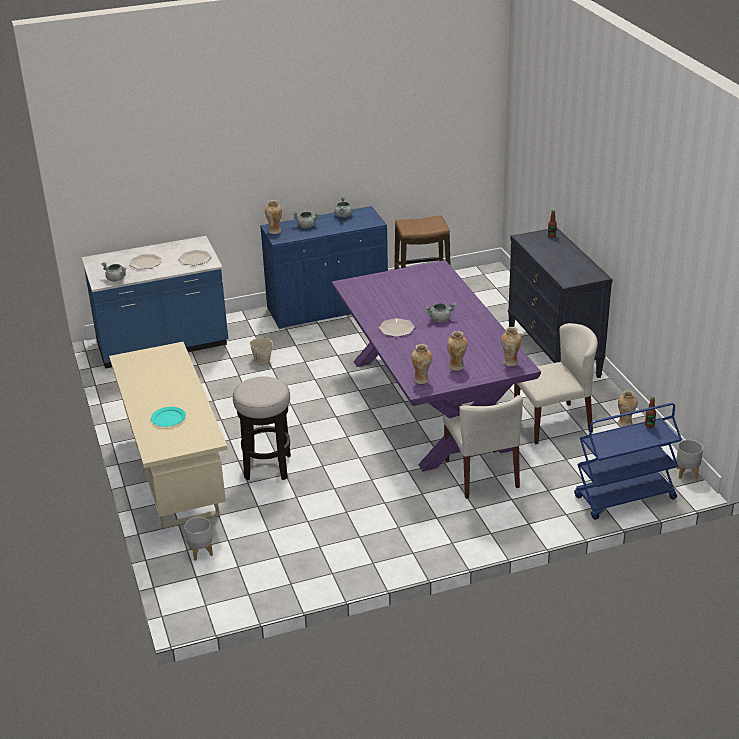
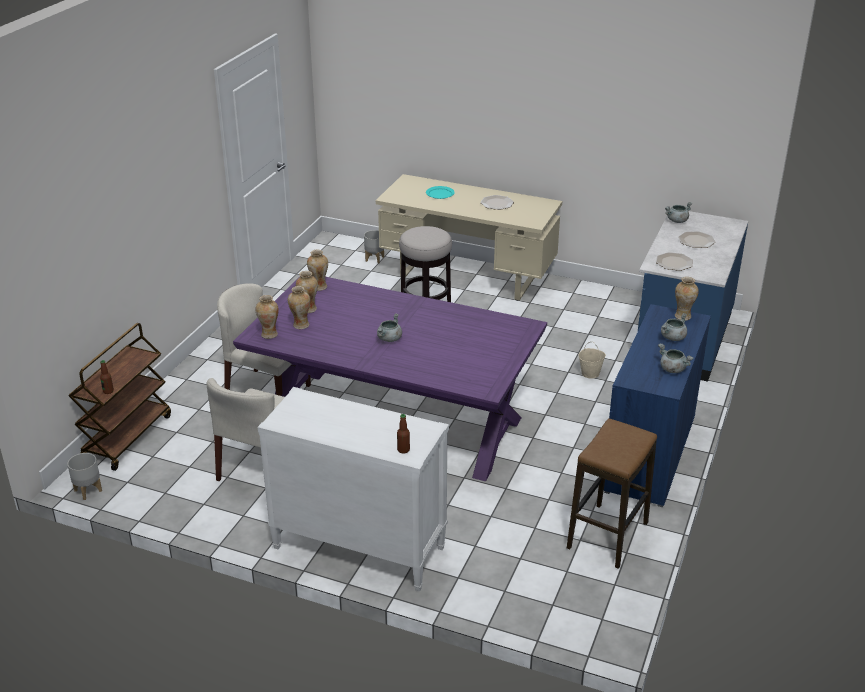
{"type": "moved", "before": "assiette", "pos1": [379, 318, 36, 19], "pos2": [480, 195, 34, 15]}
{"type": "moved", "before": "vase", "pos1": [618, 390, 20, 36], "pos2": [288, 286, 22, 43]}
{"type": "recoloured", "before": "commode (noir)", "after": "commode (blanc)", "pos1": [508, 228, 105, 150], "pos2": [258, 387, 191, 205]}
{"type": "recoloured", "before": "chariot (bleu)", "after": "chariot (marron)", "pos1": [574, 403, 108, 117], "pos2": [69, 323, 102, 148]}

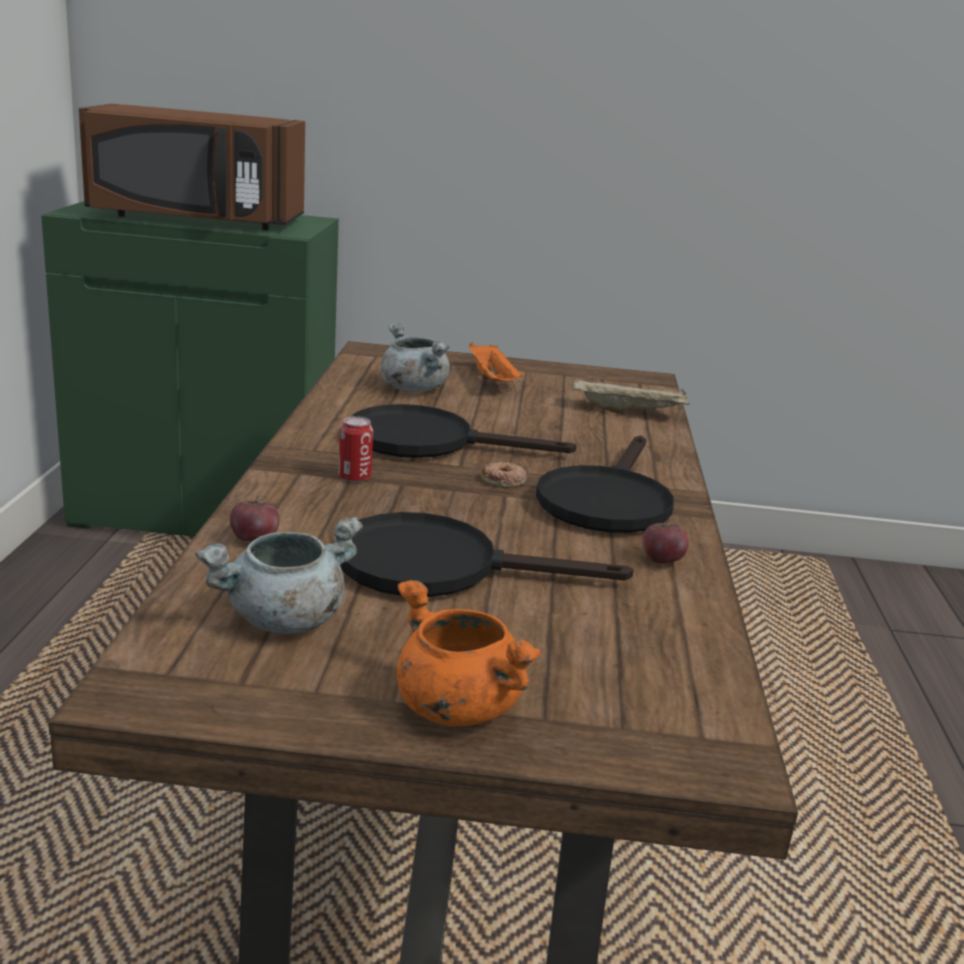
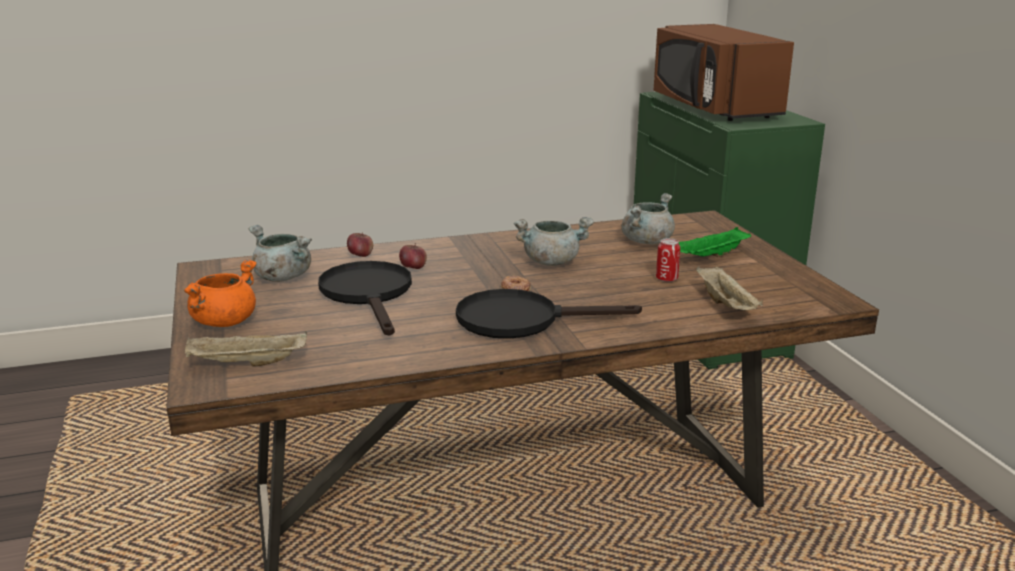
{"type": "added", "after": "plateau (beige)", "pos2": [185, 332, 122, 34]}
{"type": "moved", "before": "boîte métallique", "pos1": [338, 416, 35, 66], "pos2": [656, 238, 24, 44]}
{"type": "moved", "before": "pomme", "pos1": [642, 518, 47, 46], "pos2": [399, 243, 28, 26]}
{"type": "replaced", "before": "poêle (noir)", "after": "marmite (gris)", "pos1": [351, 404, 226, 54], "pos2": [514, 217, 80, 49]}
{"type": "recoloured", "before": "plateau (orange)", "after": "plateau (vert)", "pos1": [469, 342, 54, 39], "pos2": [679, 227, 72, 30]}

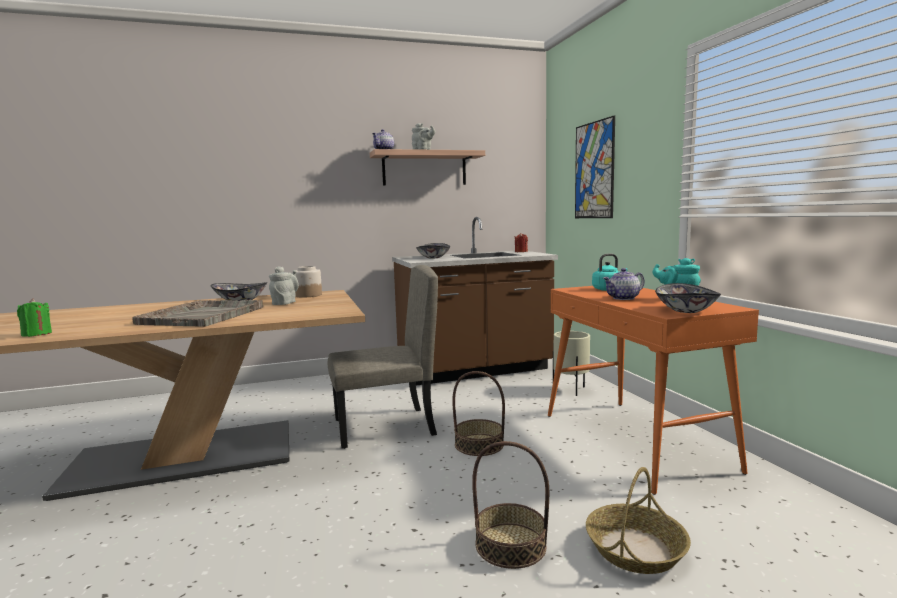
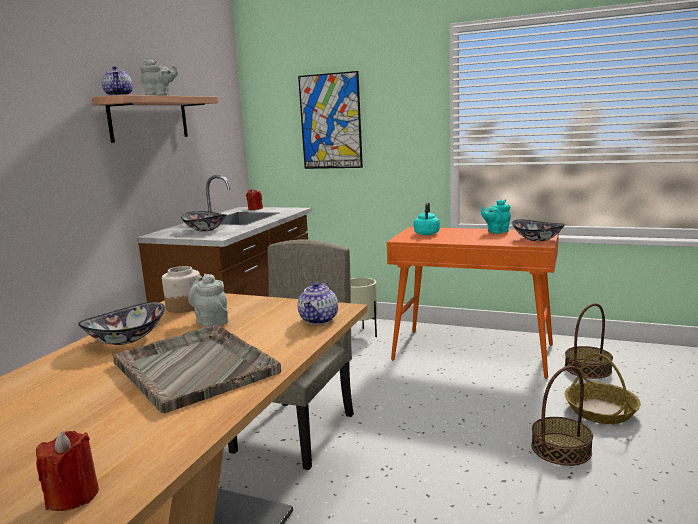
{"type": "moved", "before": "panier", "pos1": [452, 371, 53, 85], "pos2": [565, 303, 48, 76]}
{"type": "moved", "before": "théière", "pos1": [603, 268, 42, 32], "pos2": [298, 282, 40, 42]}
{"type": "recoloured", "before": "bougie (vert)", "after": "bougie (rouge)", "pos1": [17, 299, 35, 38], "pos2": [36, 431, 63, 80]}

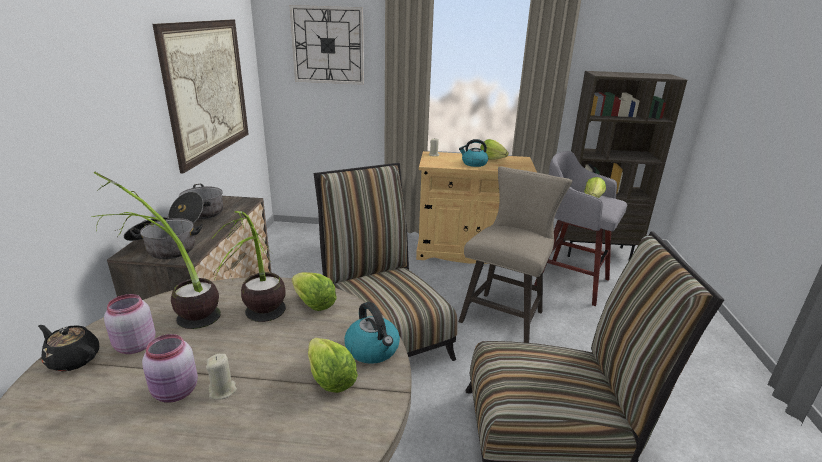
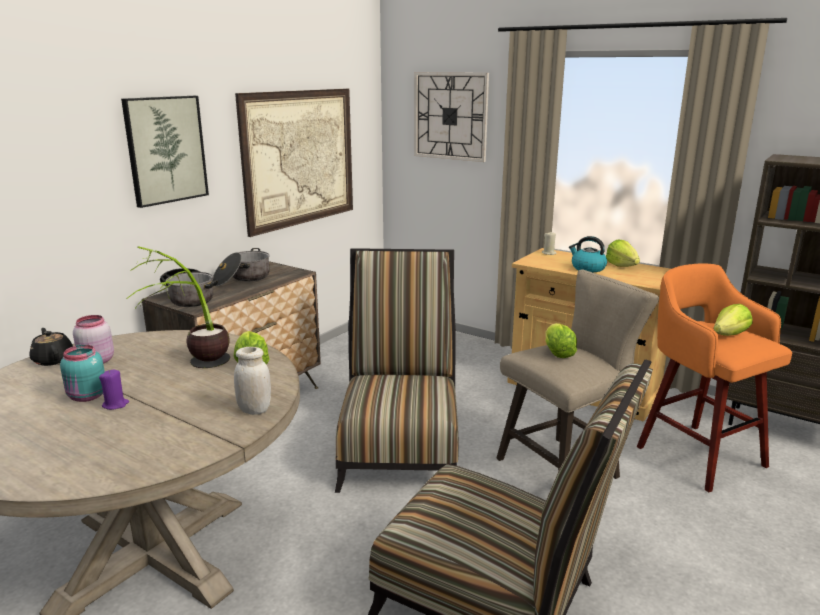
{"type": "removed", "before": "plante en pot", "pos1": [91, 172, 130, 157]}
{"type": "added", "after": "tableau", "pos2": [121, 96, 88, 112]}
{"type": "moved", "before": "laitue", "pos1": [308, 338, 50, 55], "pos2": [545, 323, 32, 35]}
{"type": "replaced", "before": "bouilloire", "after": "bocal (blanc)", "pos1": [344, 302, 56, 62], "pos2": [234, 347, 37, 68]}
{"type": "recoloured", "before": "bocal (rose)", "after": "bocal (turquoise)", "pos1": [142, 334, 56, 69], "pos2": [60, 345, 45, 57]}
{"type": "recoloured", "before": "bougie (beige)", "after": "bougie (violet)", "pos1": [206, 354, 31, 46], "pos2": [99, 370, 30, 40]}
{"type": "recoloured", "before": "tabouret (gris)", "after": "tabouret (orange)", "pos1": [534, 151, 93, 155], "pos2": [637, 263, 156, 229]}

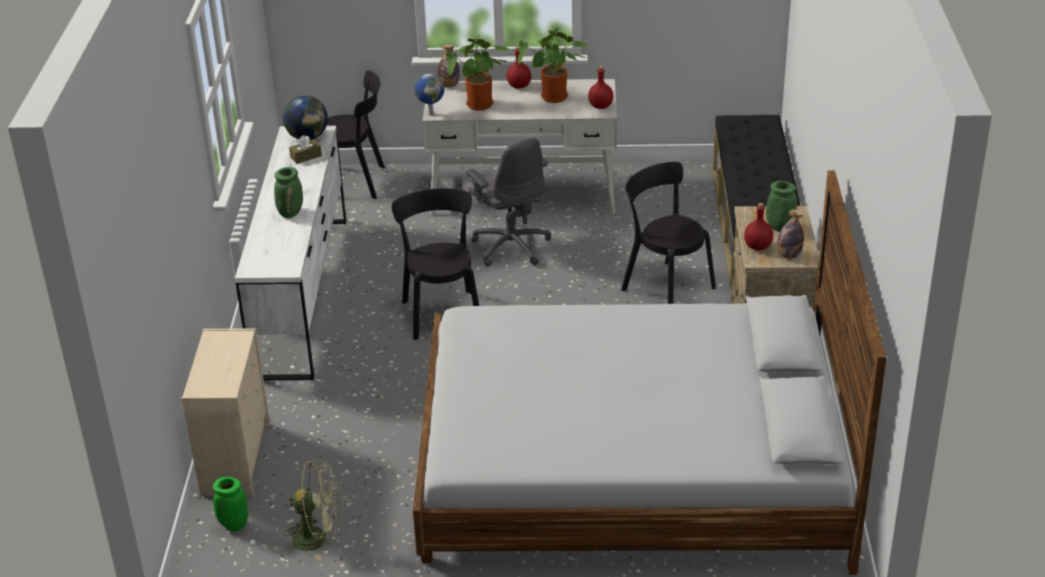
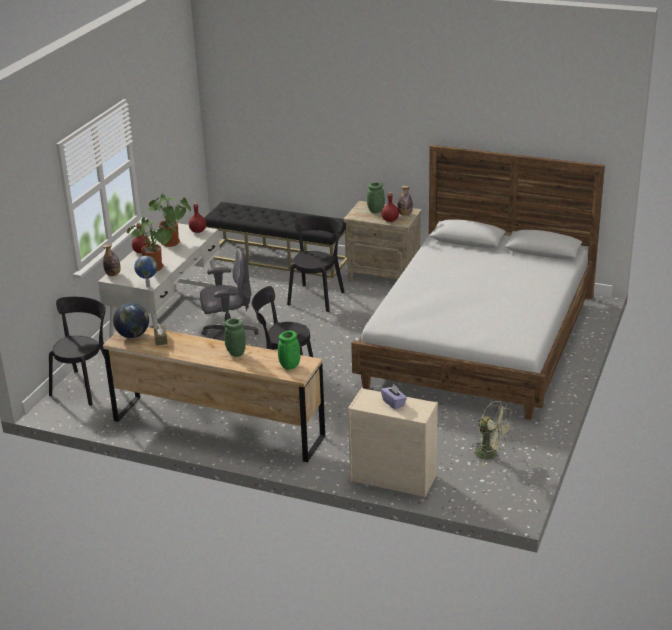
{"type": "added", "after": "boîte à mouchoirs (violet)", "pos2": [381, 384, 26, 25]}
{"type": "moved", "before": "vase (vert)", "pos1": [213, 477, 35, 54], "pos2": [278, 331, 22, 39]}
{"type": "recoloured", "before": "commode (blanc)", "after": "commode (marron)", "pos1": [235, 126, 111, 255], "pos2": [103, 327, 222, 135]}
{"type": "turned", "before": "ventilateur (vert)", "pos1": [283, 460, 57, 101], "pos2": [472, 401, 42, 65], "turn": 105}
{"type": "turned", "before": "chaise (noir)", "pos1": [621, 162, 95, 142], "pos2": [287, 216, 57, 96], "turn": 135}

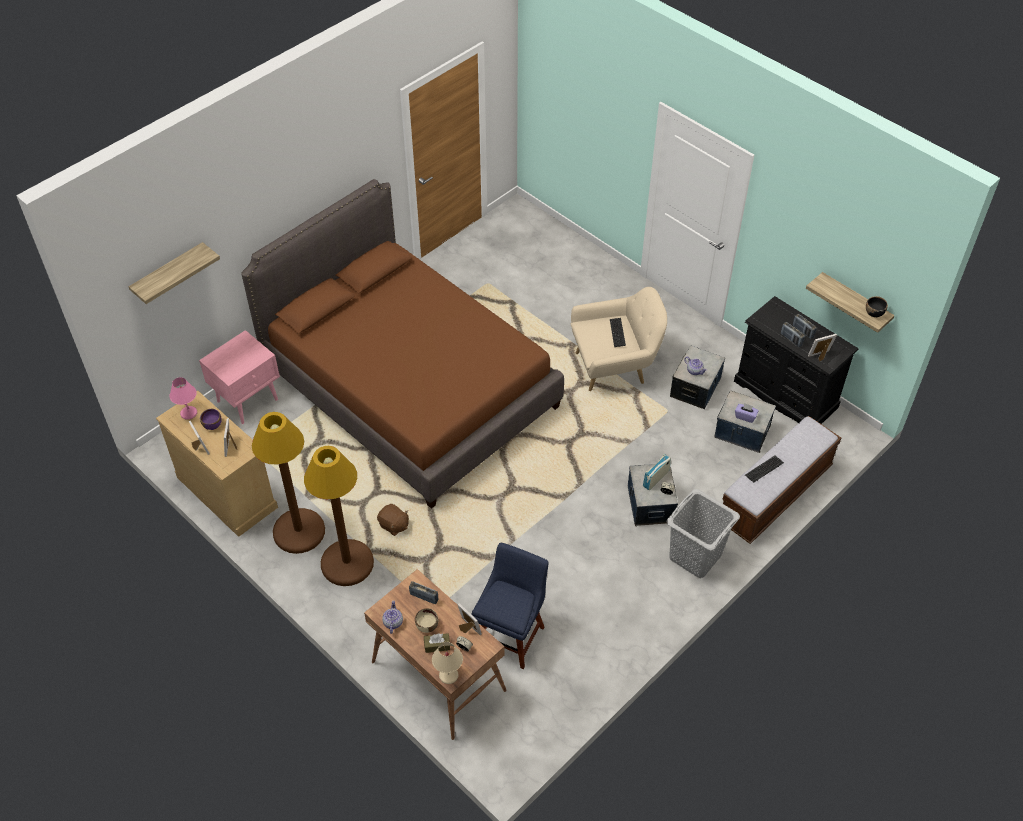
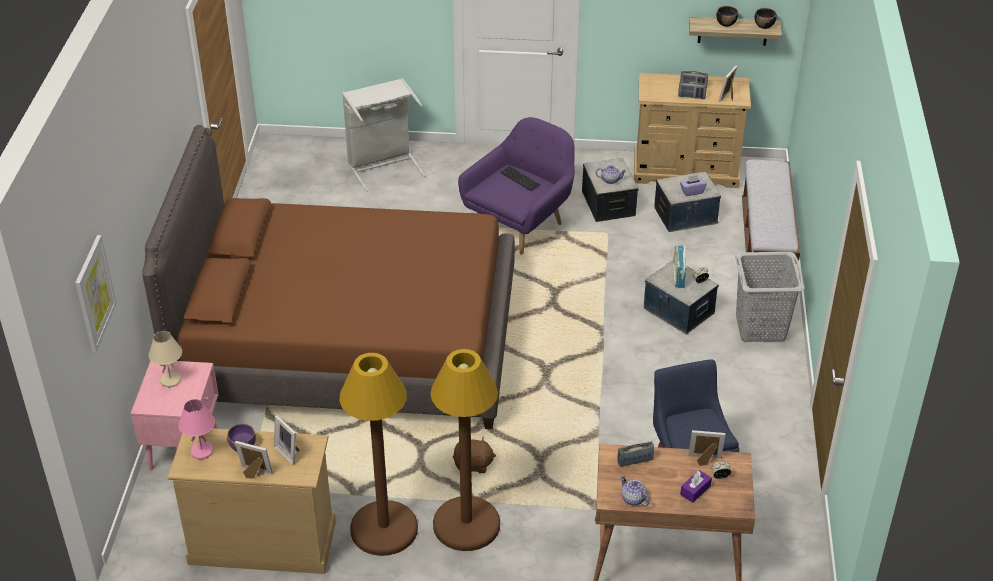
{"type": "removed", "before": "bol (beige)", "pos1": [415, 608, 23, 25]}
{"type": "removed", "before": "clavier", "pos1": [745, 456, 39, 26]}
{"type": "added", "after": "panier à linge (gris)", "pos2": [342, 78, 83, 114]}
{"type": "added", "after": "bol (noir)", "pos2": [716, 6, 22, 21]}
{"type": "moved", "before": "lampe de table (beige)", "pos1": [432, 642, 31, 42], "pos2": [149, 331, 33, 56]}
{"type": "replaced", "before": "étagère", "after": "tableau", "pos1": [129, 242, 91, 62], "pos2": [75, 235, 42, 117]}
{"type": "recoloured", "before": "boîte à mouchoirs (marron)", "after": "boîte à mouchoirs (violet)", "pos1": [424, 633, 26, 20], "pos2": [680, 470, 32, 33]}
{"type": "recoloured", "before": "fauteuil (beige)", "after": "fauteuil (violet)", "pos1": [571, 287, 96, 104], "pos2": [458, 117, 117, 138]}
{"type": "recoloured", "before": "commode (noir)", "after": "commode (beige)", "pos1": [734, 296, 125, 128], "pos2": [634, 73, 117, 115]}

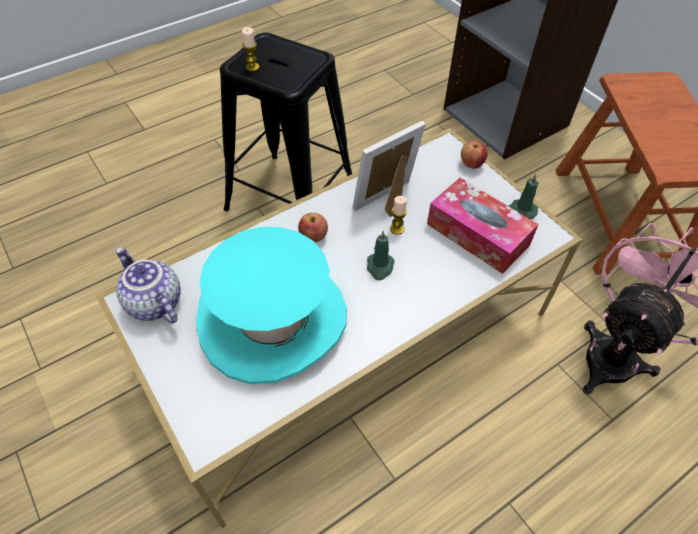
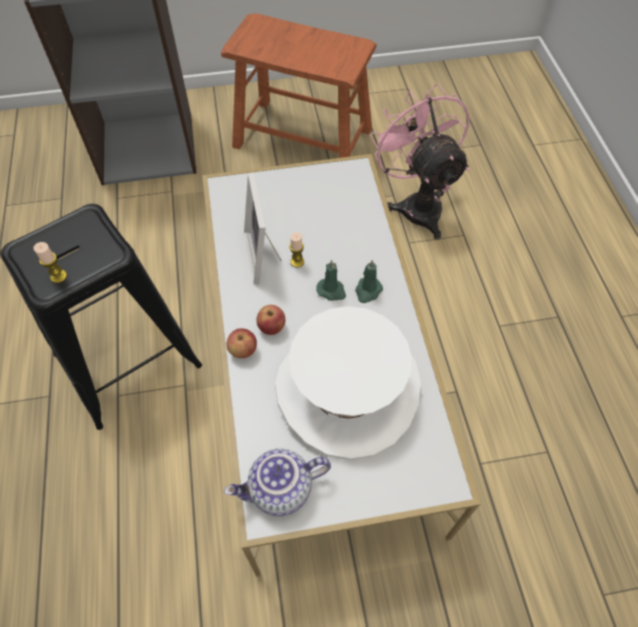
{"type": "removed", "before": "boîte à mouchoirs", "pos1": [427, 178, 111, 96]}
{"type": "moved", "before": "pomme", "pos1": [461, 140, 27, 28], "pos2": [226, 328, 31, 30]}
{"type": "moved", "before": "bougie (vert)", "pos1": [509, 174, 30, 45], "pos2": [355, 260, 28, 43]}
{"type": "recoloured", "before": "chapeau (turquoise)", "after": "chapeau (blanc)", "pos1": [196, 227, 151, 157], "pos2": [275, 306, 146, 154]}

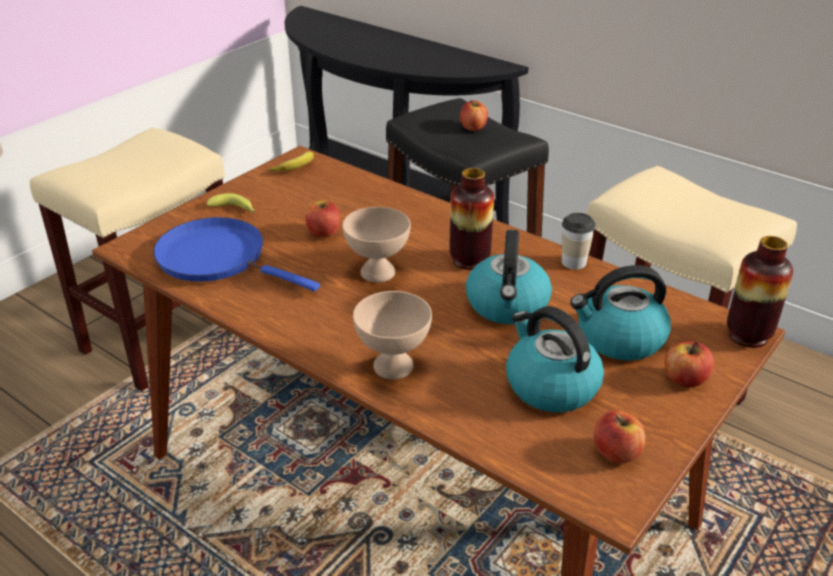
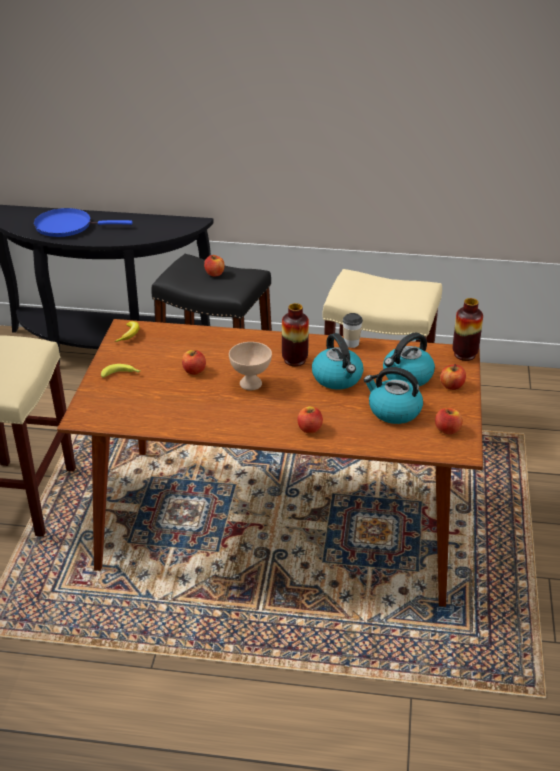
{"type": "moved", "before": "poêle (bleu)", "pos1": [153, 217, 167, 75], "pos2": [33, 208, 100, 29]}
{"type": "replaced", "before": "bol (beige)", "after": "pomme", "pos1": [353, 291, 79, 88], "pos2": [297, 406, 26, 28]}

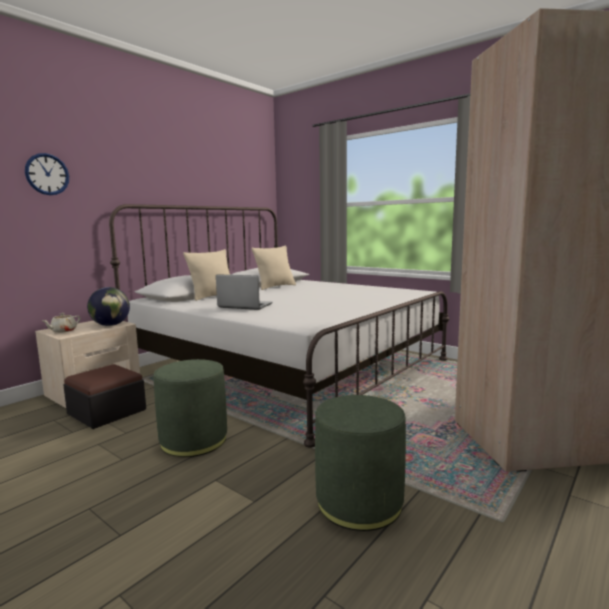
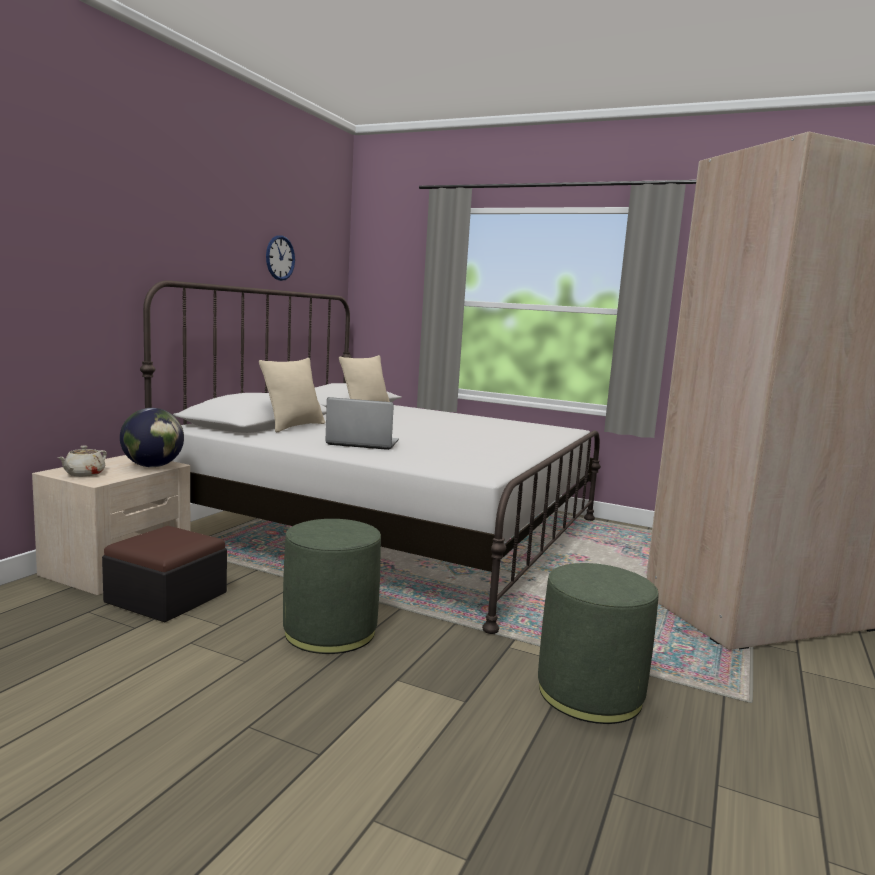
{"type": "moved", "before": "horloge murale", "pos1": [25, 153, 44, 42], "pos2": [266, 235, 29, 46]}

